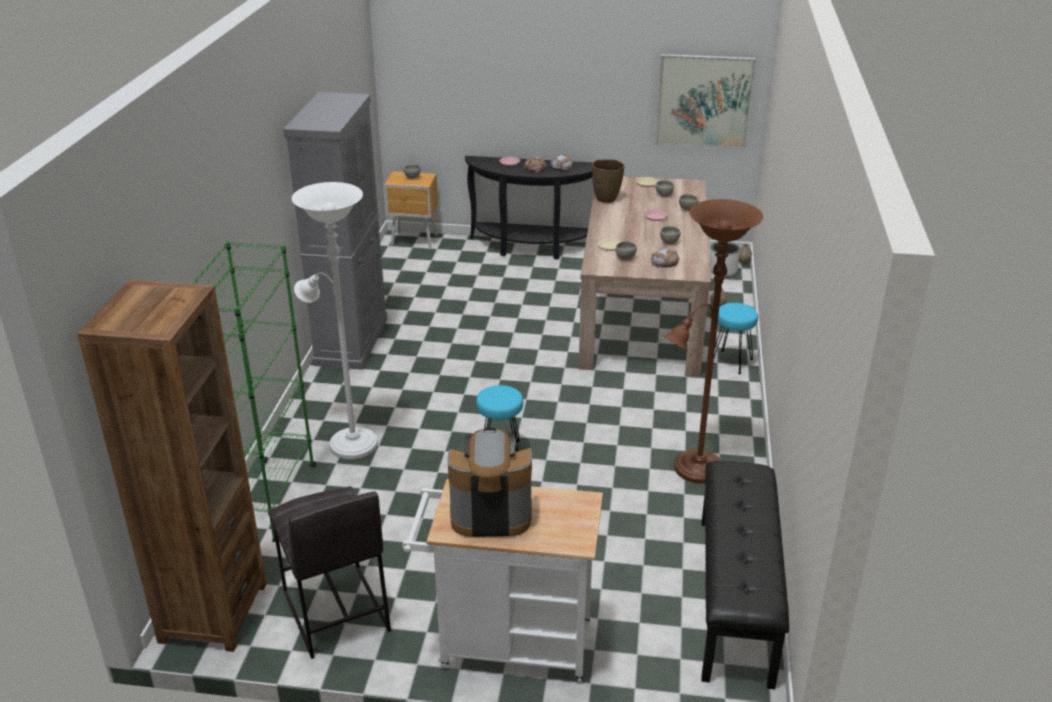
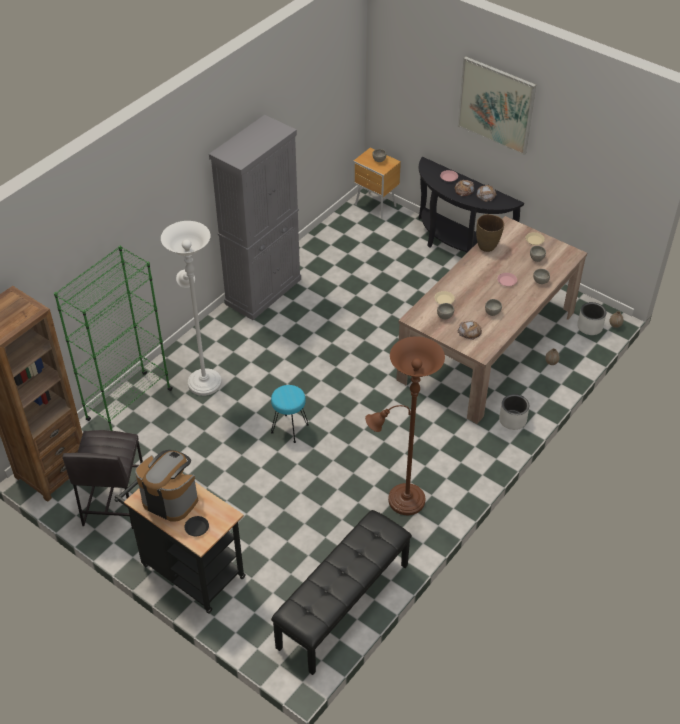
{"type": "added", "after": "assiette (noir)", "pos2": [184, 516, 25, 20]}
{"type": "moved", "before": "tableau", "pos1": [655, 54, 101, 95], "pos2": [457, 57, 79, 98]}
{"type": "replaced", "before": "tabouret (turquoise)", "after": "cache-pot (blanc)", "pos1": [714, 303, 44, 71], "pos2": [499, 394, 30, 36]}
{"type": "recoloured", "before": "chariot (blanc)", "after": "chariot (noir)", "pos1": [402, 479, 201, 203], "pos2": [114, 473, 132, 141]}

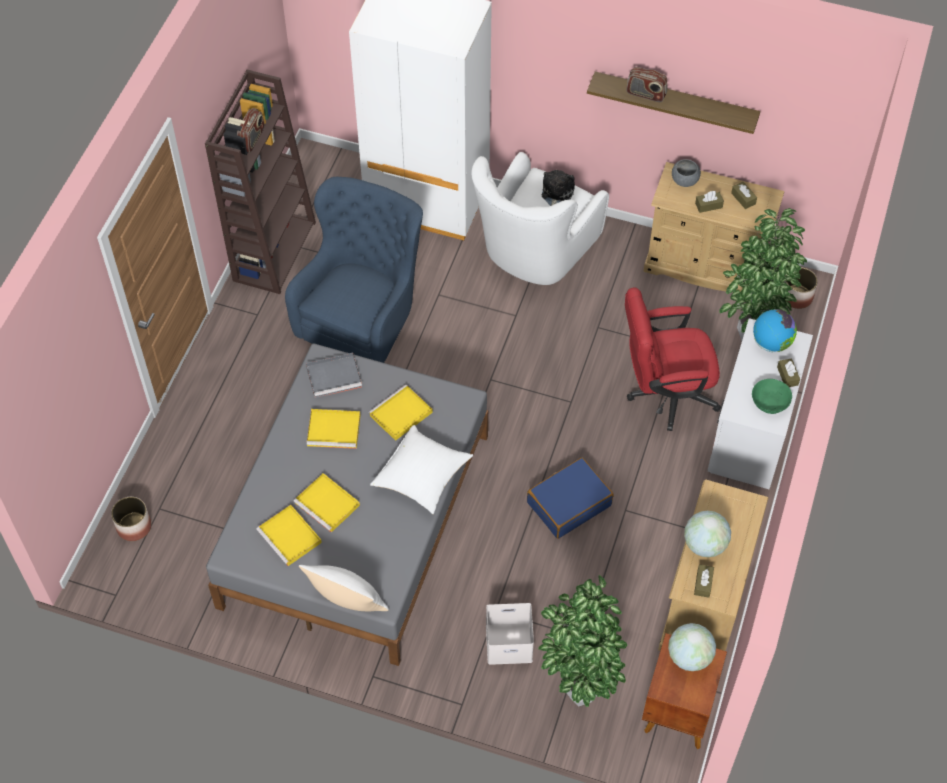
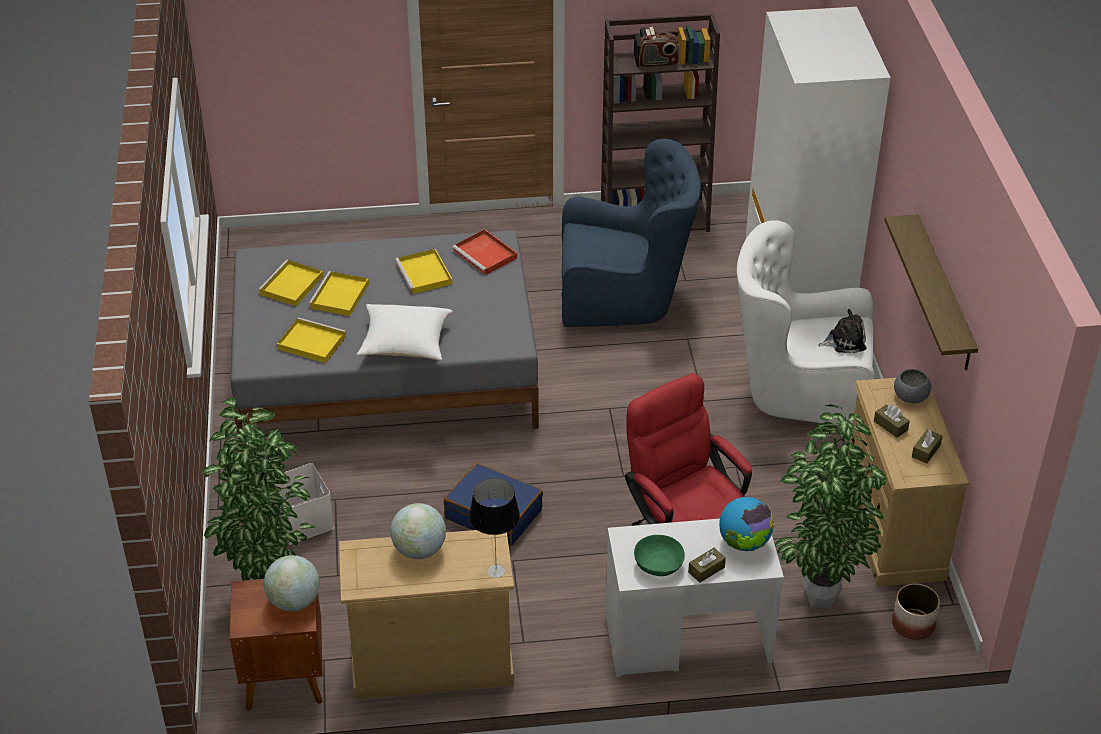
{"type": "removed", "before": "cache-pot", "pos1": [111, 497, 40, 44]}
{"type": "removed", "before": "coussin (blanc)", "pos1": [299, 565, 90, 46]}
{"type": "removed", "before": "radio", "pos1": [626, 67, 41, 35]}
{"type": "removed", "before": "boîte à mouchoirs (marron)", "pos1": [694, 564, 20, 34]}
{"type": "added", "after": "lampe de table", "pos2": [469, 478, 51, 100]}
{"type": "moved", "before": "plateau (jaune)", "pos1": [369, 384, 64, 57], "pos2": [277, 317, 69, 46]}
{"type": "recoloured", "before": "plateau (gris)", "after": "plateau (rouge)", "pos1": [306, 352, 56, 46], "pos2": [452, 229, 65, 46]}

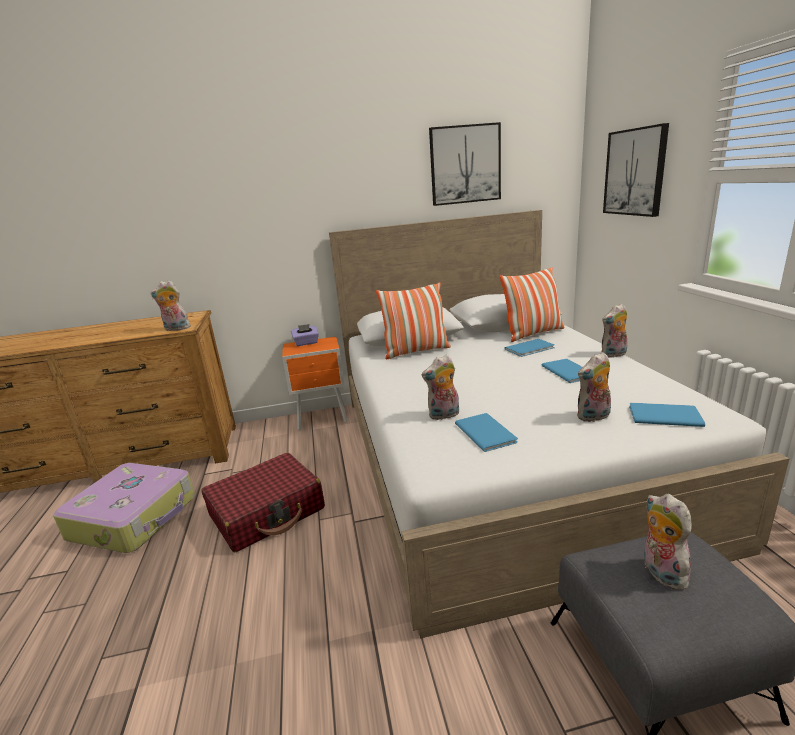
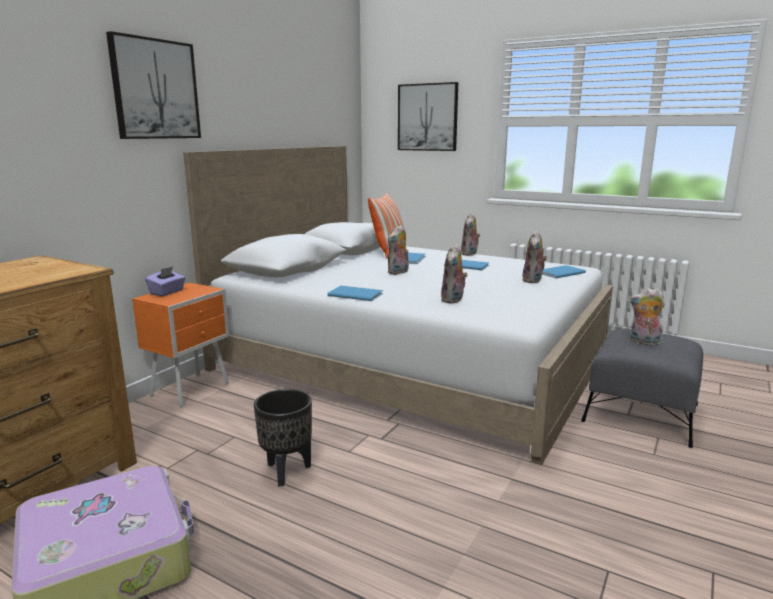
{"type": "removed", "before": "coussin", "pos1": [376, 282, 75, 77]}
{"type": "moved", "before": "peluche", "pos1": [151, 280, 40, 51], "pos2": [388, 225, 21, 50]}
{"type": "moved", "before": "tableau", "pos1": [429, 122, 72, 84], "pos2": [106, 31, 95, 108]}
{"type": "moved", "before": "livre (bleu)", "pos1": [455, 413, 63, 39], "pos2": [328, 286, 55, 15]}
{"type": "replaced", "before": "valise (rouge)", "after": "cache-pot (noir)", "pos1": [201, 453, 124, 99], "pos2": [254, 389, 58, 97]}

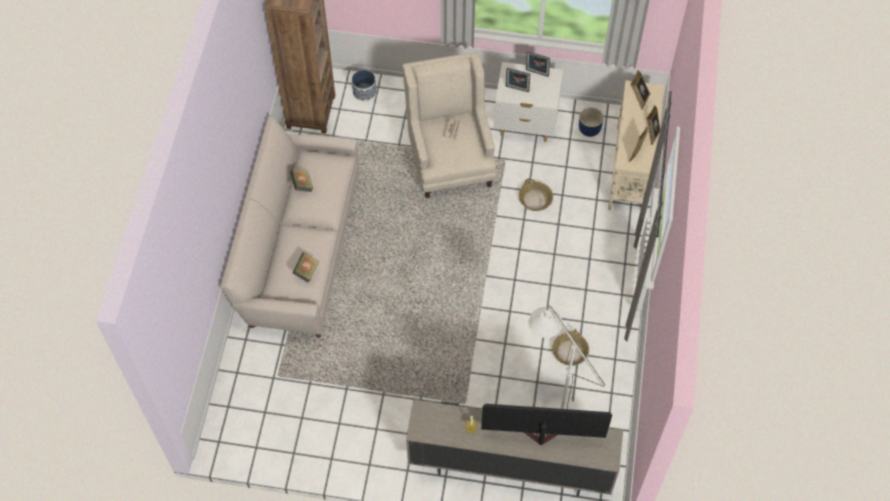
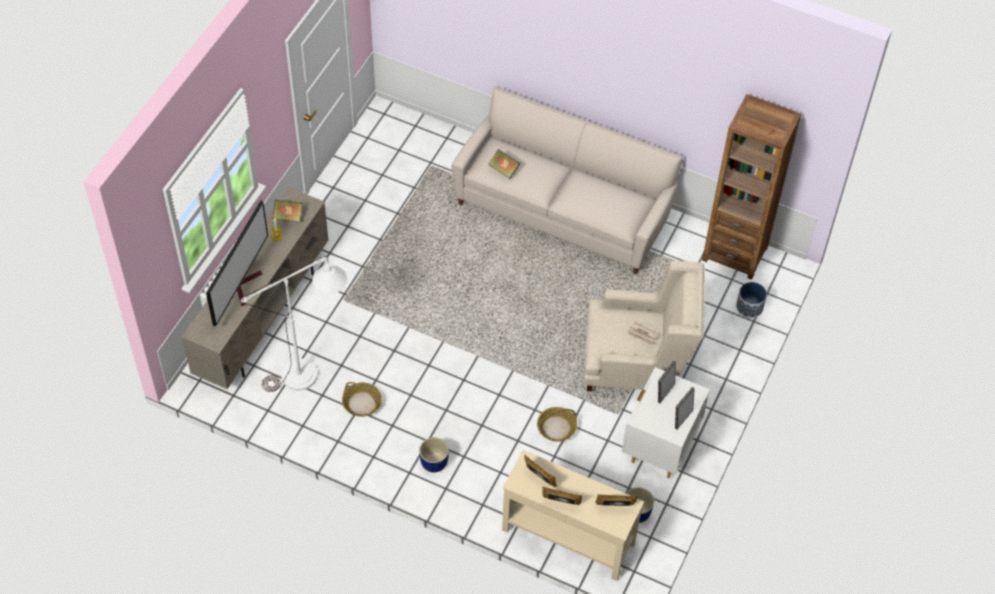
{"type": "added", "after": "cache-pot (bleu)", "pos2": [419, 437, 30, 35]}
{"type": "moved", "before": "livre", "pos1": [290, 169, 23, 23], "pos2": [272, 200, 30, 23]}

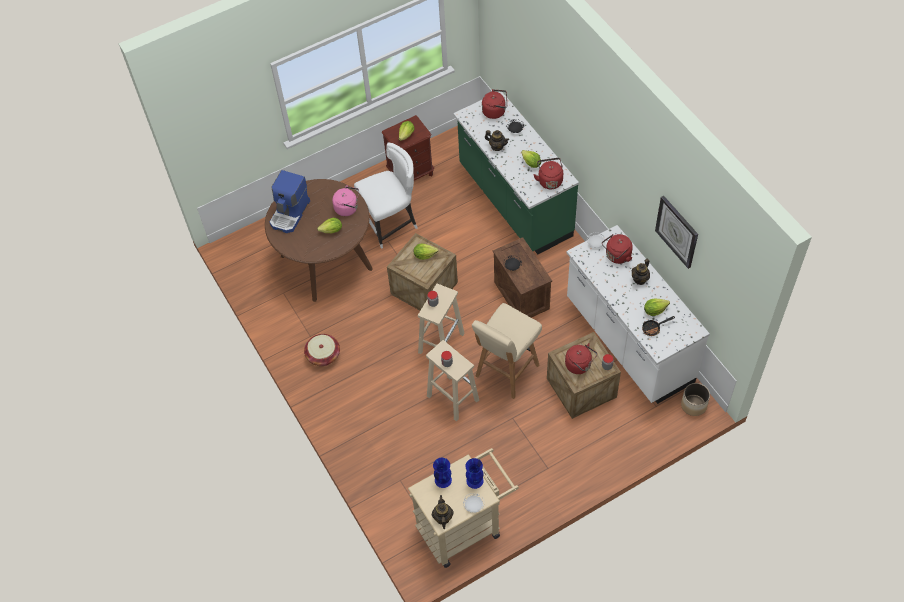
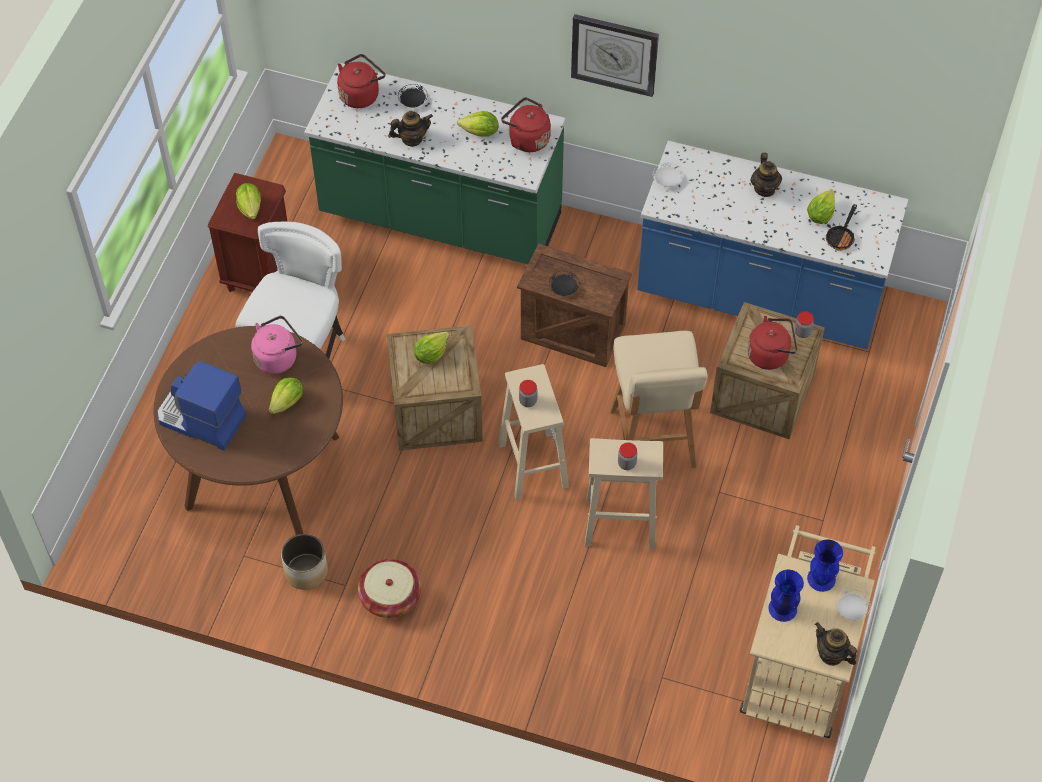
{"type": "removed", "before": "bouilloire (rouge)", "pos1": [602, 234, 31, 30]}
{"type": "moved", "before": "horloge murale", "pos1": [655, 196, 43, 73], "pos2": [571, 14, 88, 83]}
{"type": "moved", "before": "cache-pot", "pos1": [681, 383, 29, 33], "pos2": [281, 534, 47, 56]}
{"type": "recoloured", "before": "comptoir de cuisine (blanc)", "after": "comptoir de cuisine (bleu)", "pos1": [567, 225, 143, 179], "pos2": [637, 141, 271, 208]}
{"type": "turned", "before": "machine à café", "pos1": [270, 170, 40, 63], "pos2": [157, 361, 89, 89], "turn": 135}

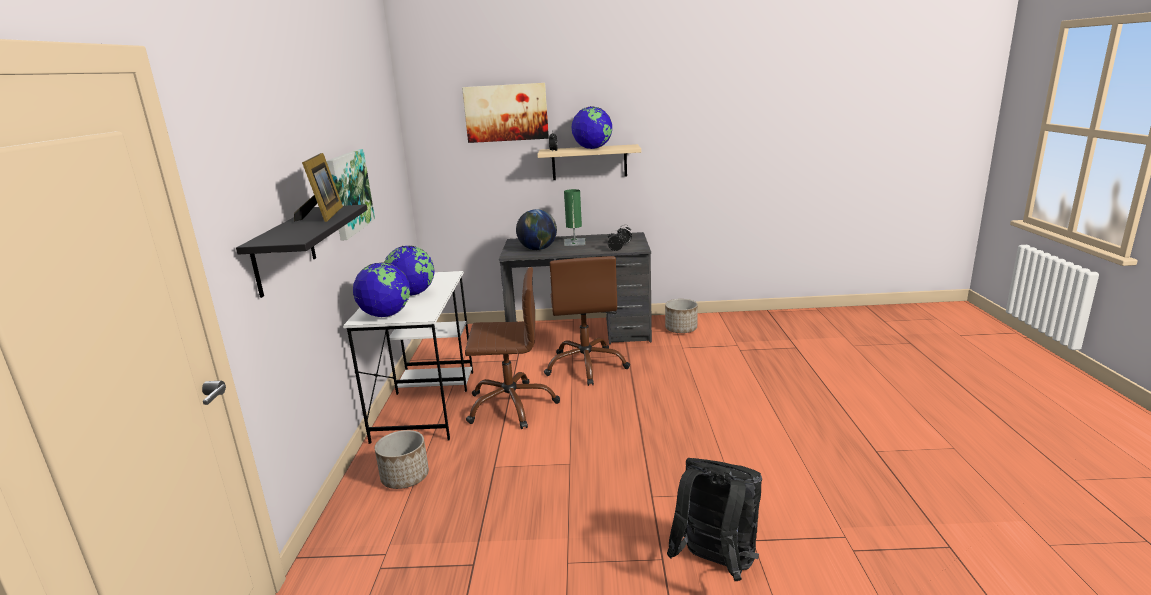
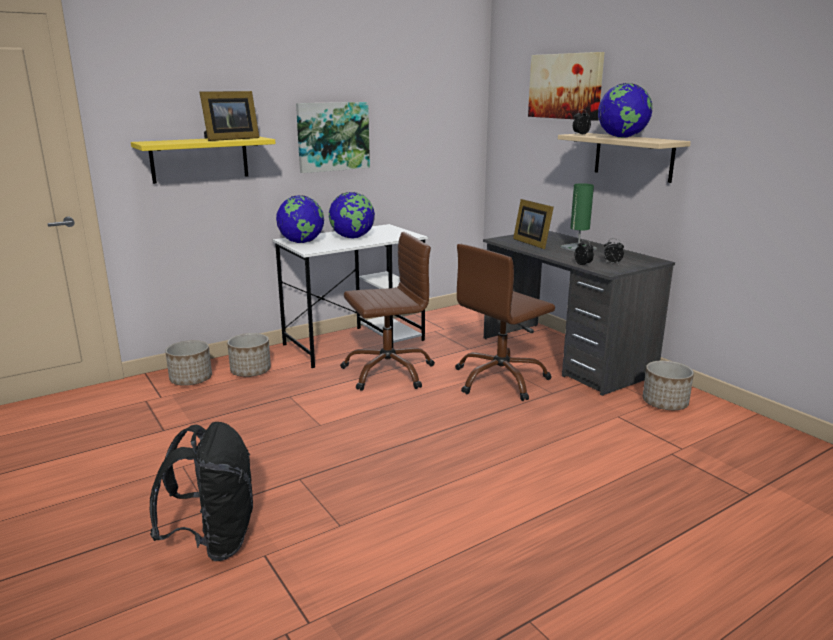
{"type": "added", "after": "cache-pot", "pos2": [165, 340, 47, 46]}
{"type": "replaced", "before": "globe", "after": "cadre photo", "pos1": [516, 209, 41, 41], "pos2": [513, 199, 41, 50]}
{"type": "recoloured", "before": "étagère (noir)", "after": "étagère (jaune)", "pos1": [236, 204, 131, 94], "pos2": [131, 136, 145, 48]}
{"type": "turned", "before": "chaise de bureau (marron)", "pos1": [465, 267, 95, 162], "pos2": [340, 232, 95, 159], "turn": -75}

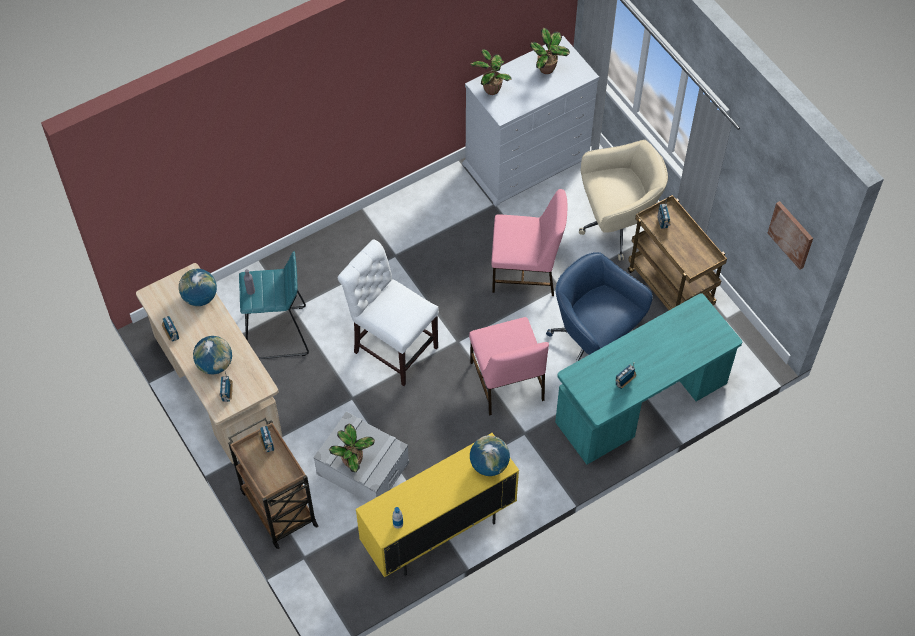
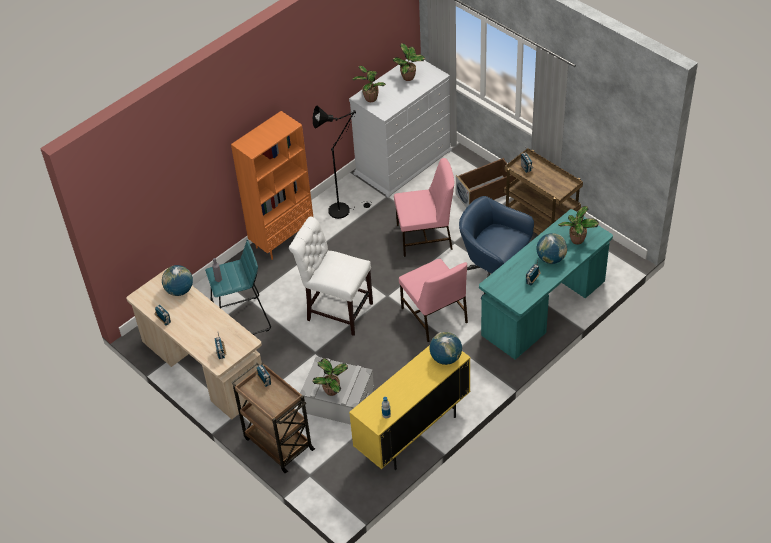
{"type": "removed", "before": "tableau", "pos1": [768, 201, 45, 69]}
{"type": "added", "after": "bibliothèque (orange)", "pos2": [231, 111, 82, 149]}
{"type": "added", "after": "lampadaire (noir)", "pos2": [313, 106, 59, 113]}
{"type": "added", "after": "plante en pot", "pos2": [558, 206, 41, 39]}
{"type": "moved", "before": "globe", "pos1": [193, 336, 39, 38], "pos2": [536, 233, 31, 31]}
{"type": "replaced", "before": "chaise de bureau (beige)", "after": "boîte de rangement (marron)", "pos1": [579, 140, 89, 121], "pos2": [456, 158, 60, 50]}

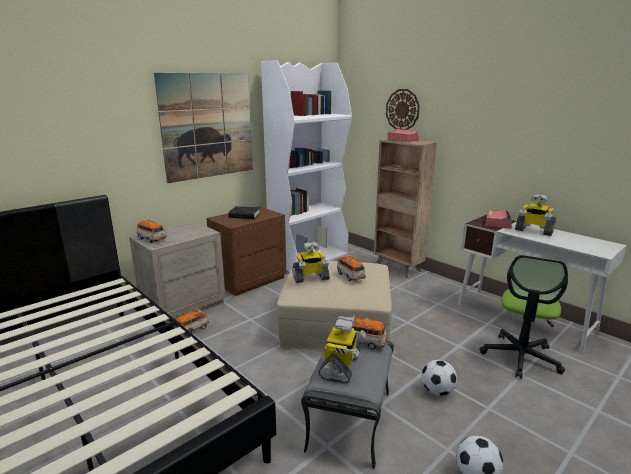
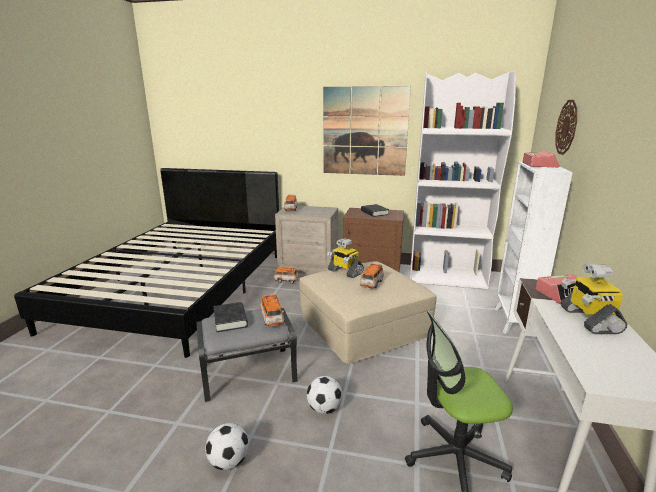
{"type": "replaced", "before": "robot jouet", "after": "livre (noir)", "pos1": [318, 316, 48, 68], "pos2": [213, 302, 35, 30]}
{"type": "recoloured", "before": "bibliothèque (marron)", "after": "bibliothèque (blanc)", "pos1": [374, 139, 63, 139], "pos2": [494, 162, 79, 172]}

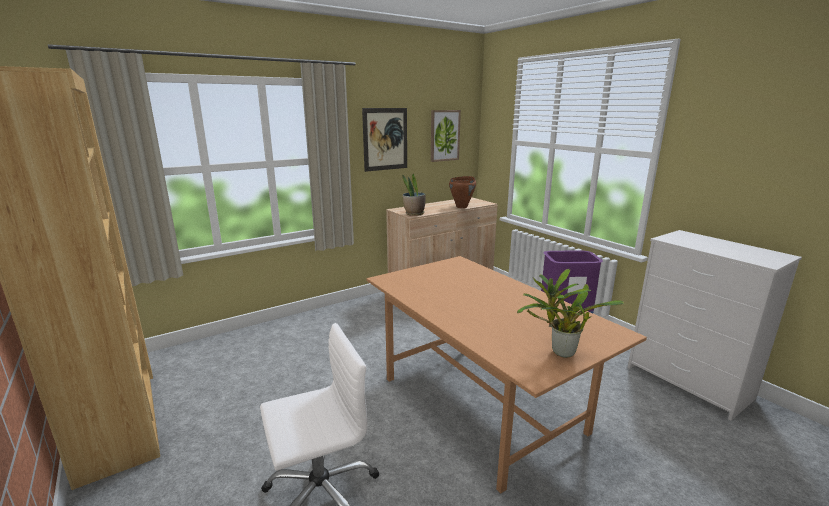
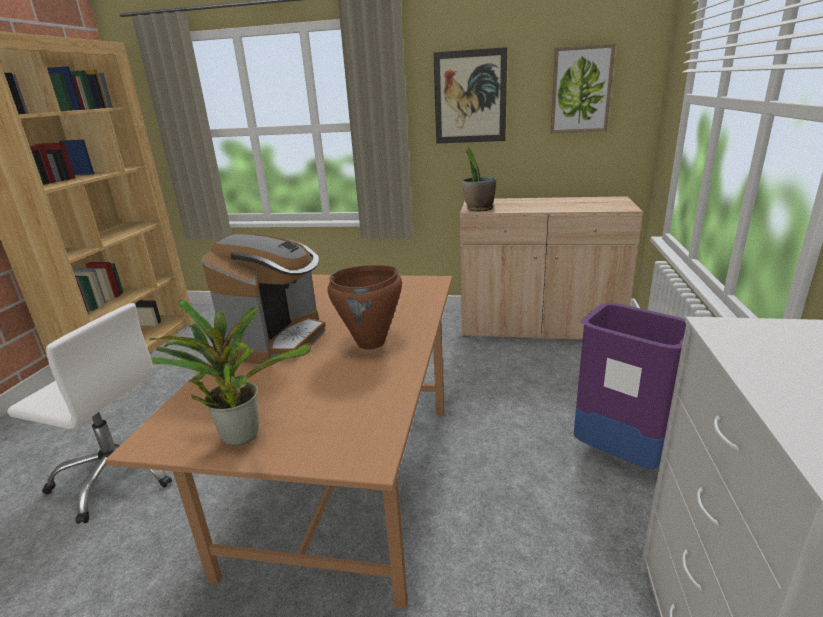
{"type": "added", "after": "machine à café", "pos2": [202, 234, 124, 130]}
{"type": "moved", "before": "marmite (marron)", "pos1": [449, 176, 27, 32], "pos2": [327, 265, 75, 85]}

